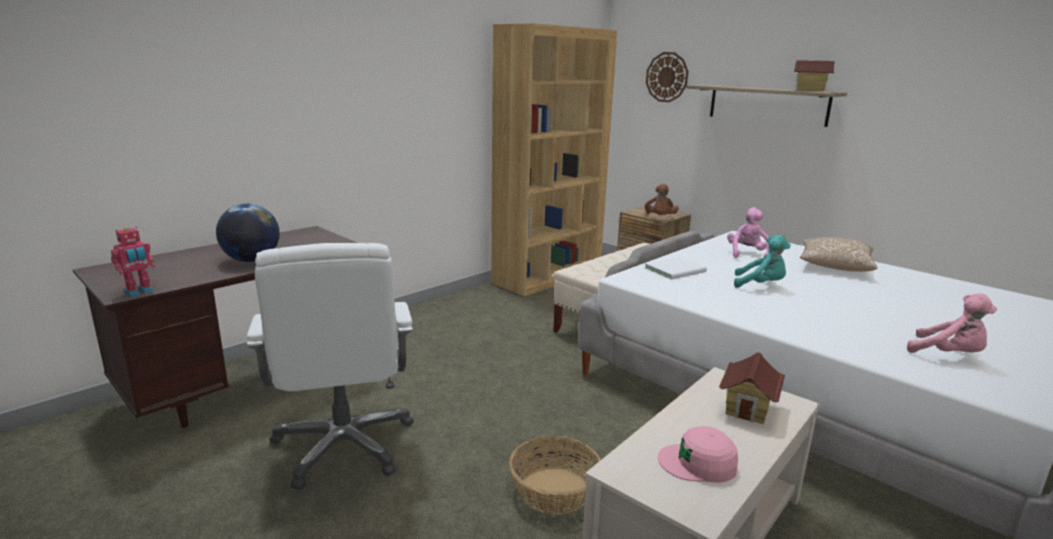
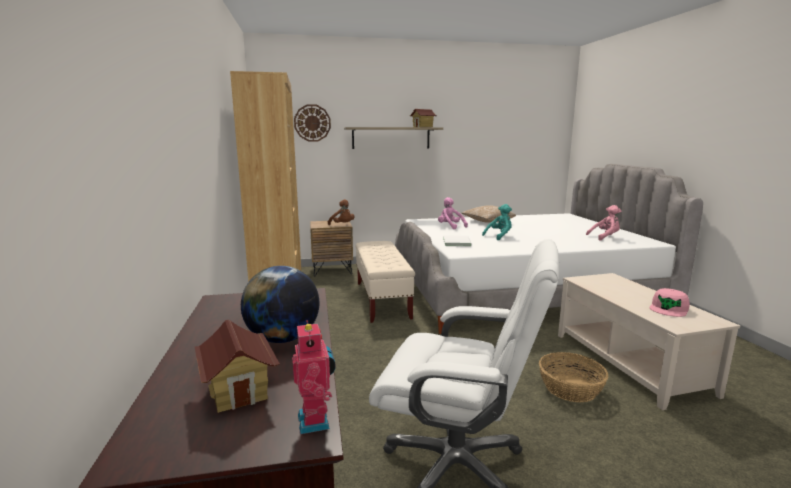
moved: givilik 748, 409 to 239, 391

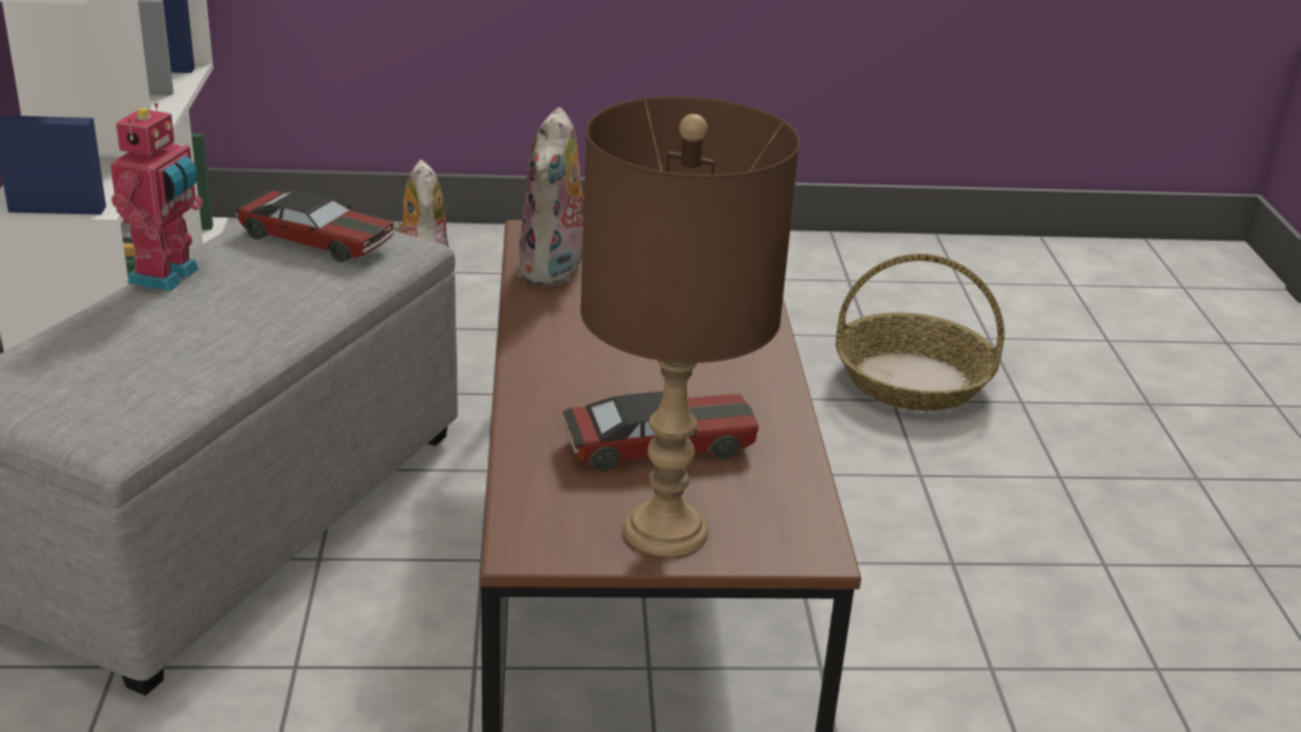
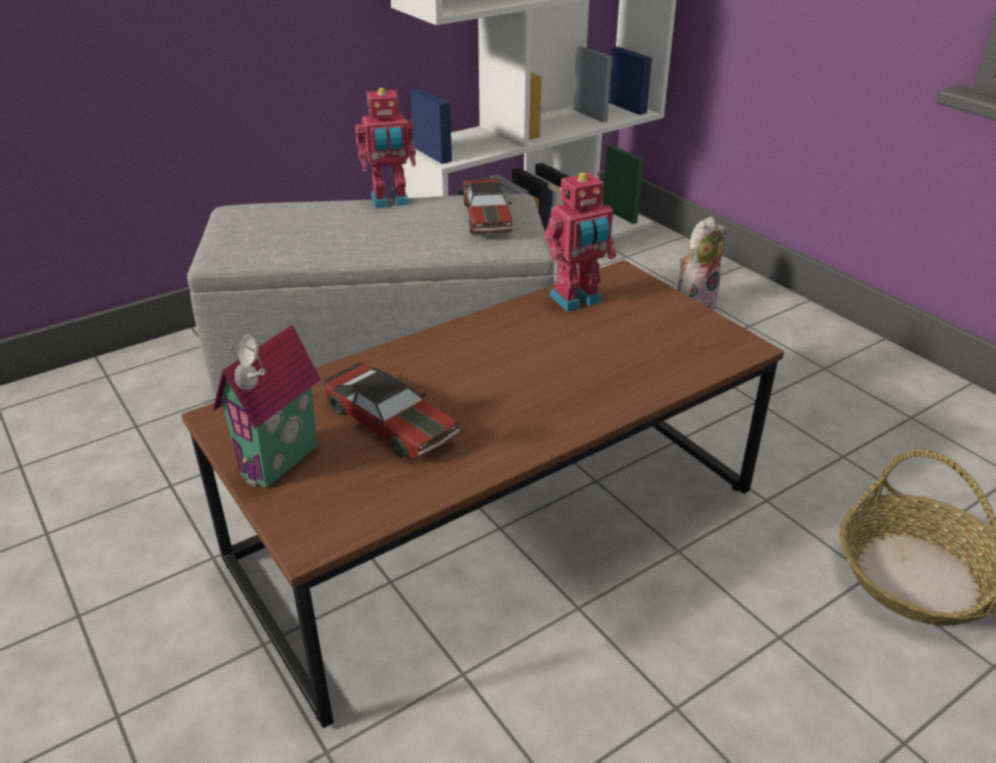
replaced: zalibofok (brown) 666, 529 to givilik 283, 463; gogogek 555, 271 to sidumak 577, 300

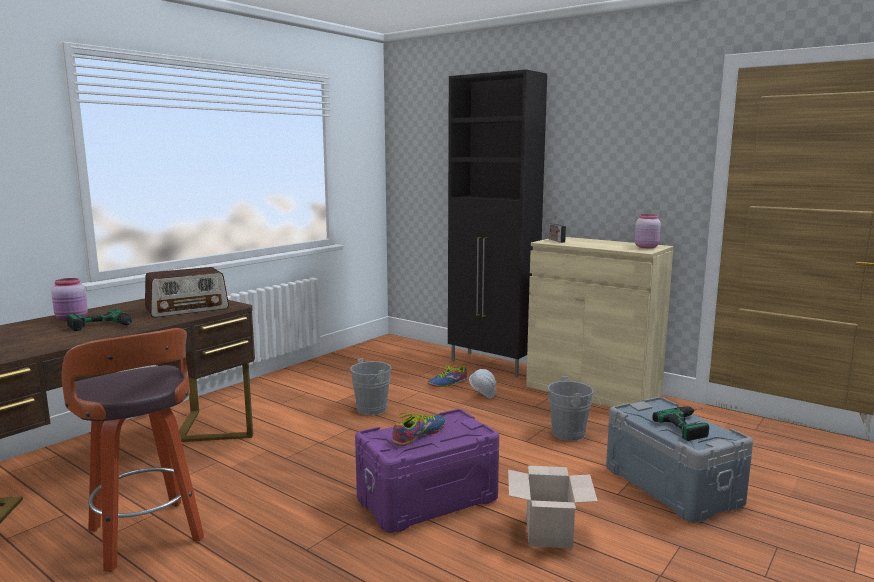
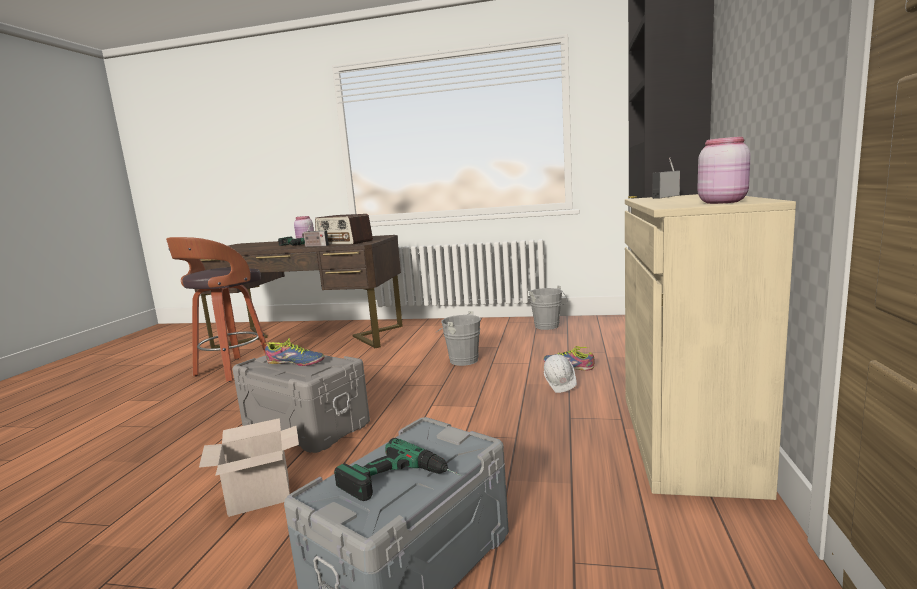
added: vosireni 315, 246
moved: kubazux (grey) 572, 434 to 548, 326
recoloured: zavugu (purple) 426, 499 to zavugu (grey) 307, 425

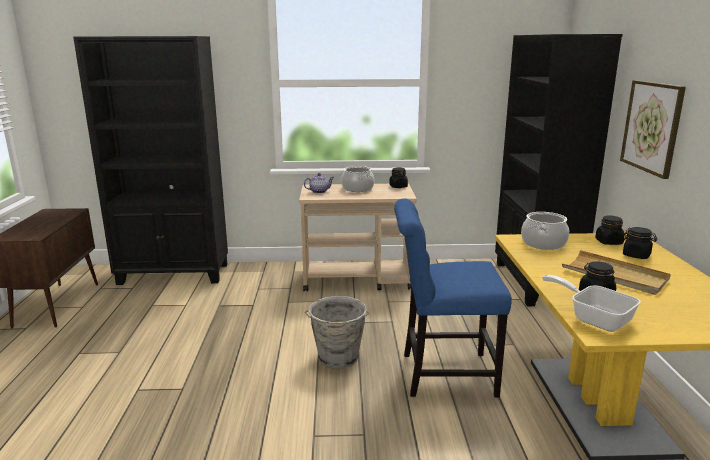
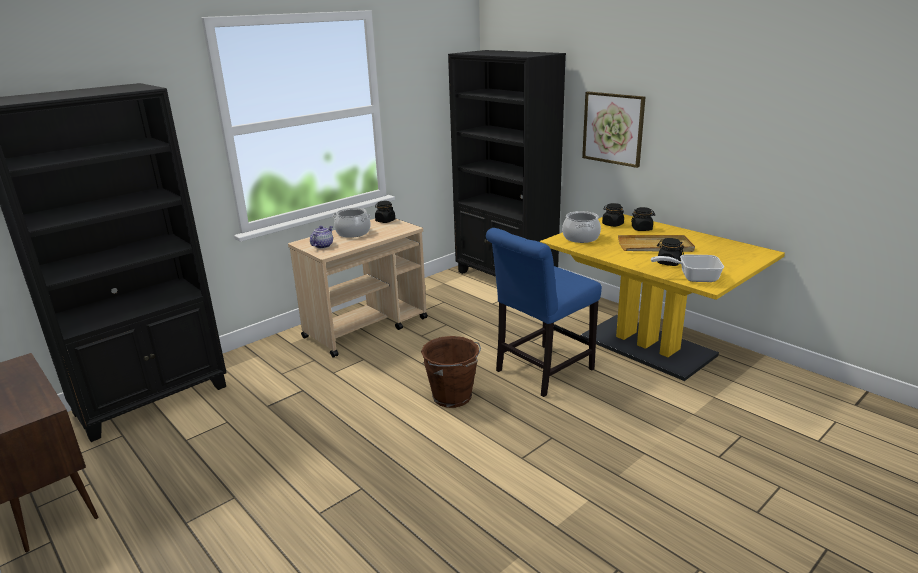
recoloured: kubazux (grey) 338, 359 to kubazux (brown) 453, 397

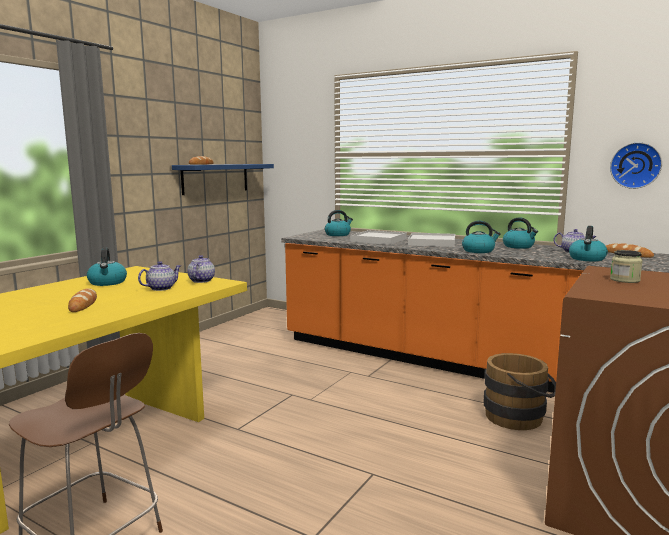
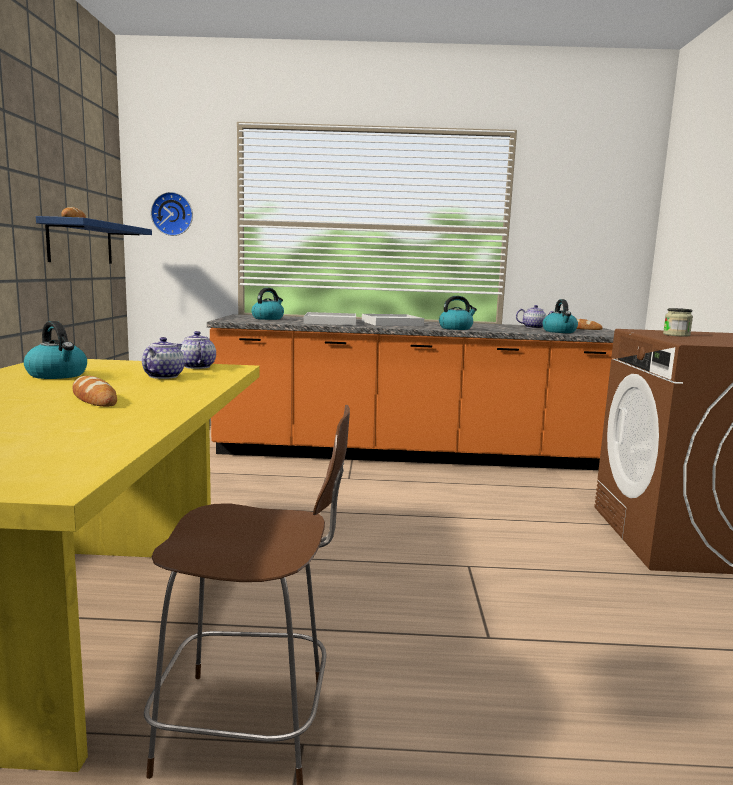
removed: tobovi 519, 246; kubazux (brown) 519, 418
moved: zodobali 635, 165 to 173, 214

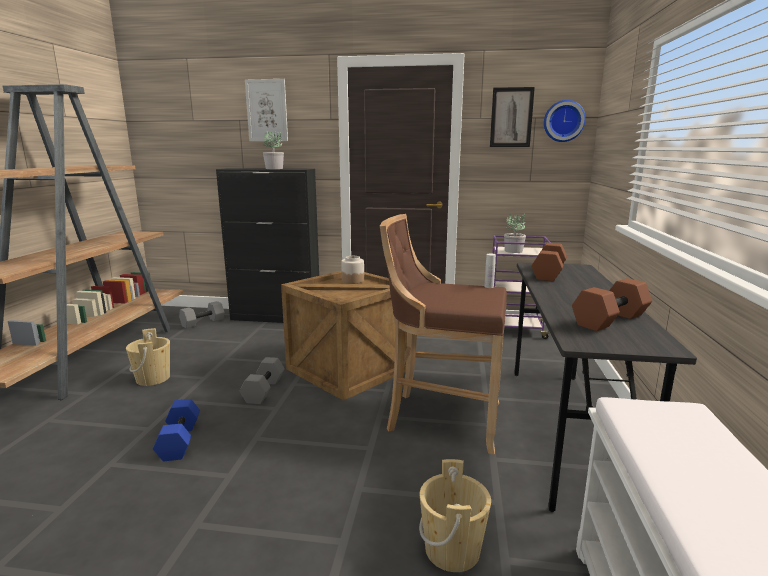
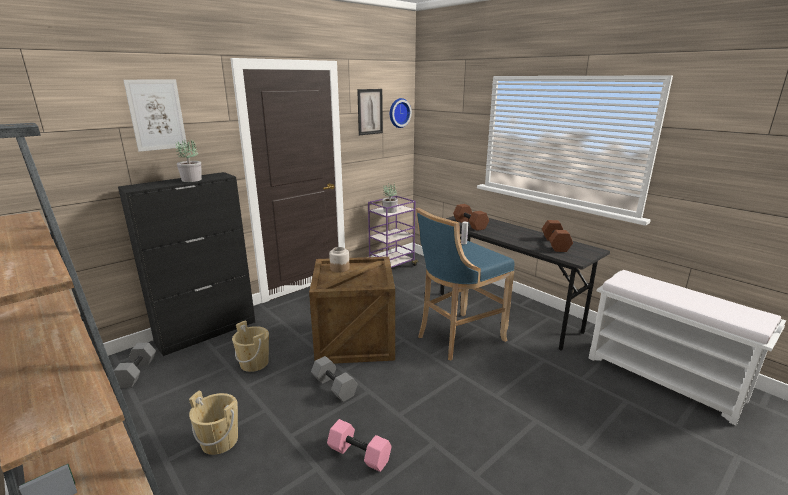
moved: kubazux (beige) 452, 549 to 254, 363
recoloured: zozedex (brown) 440, 418 to zozedex (blue) 457, 338; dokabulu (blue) 178, 440 to dokabulu (pink) 358, 455

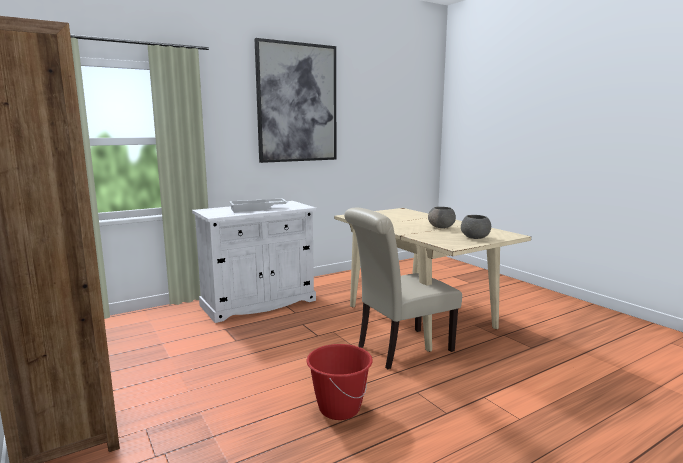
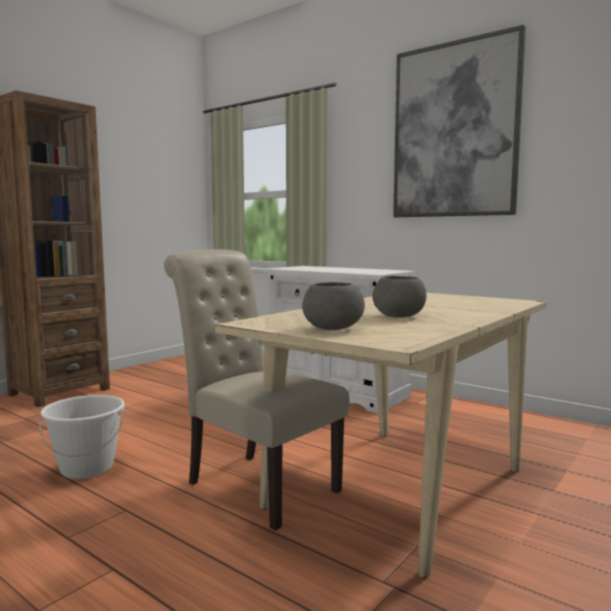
removed: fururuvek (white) 258, 209
recoloured: kubazux (red) 339, 408 to kubazux (white) 87, 468

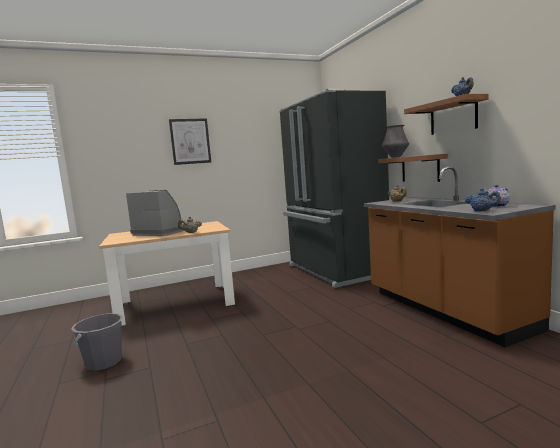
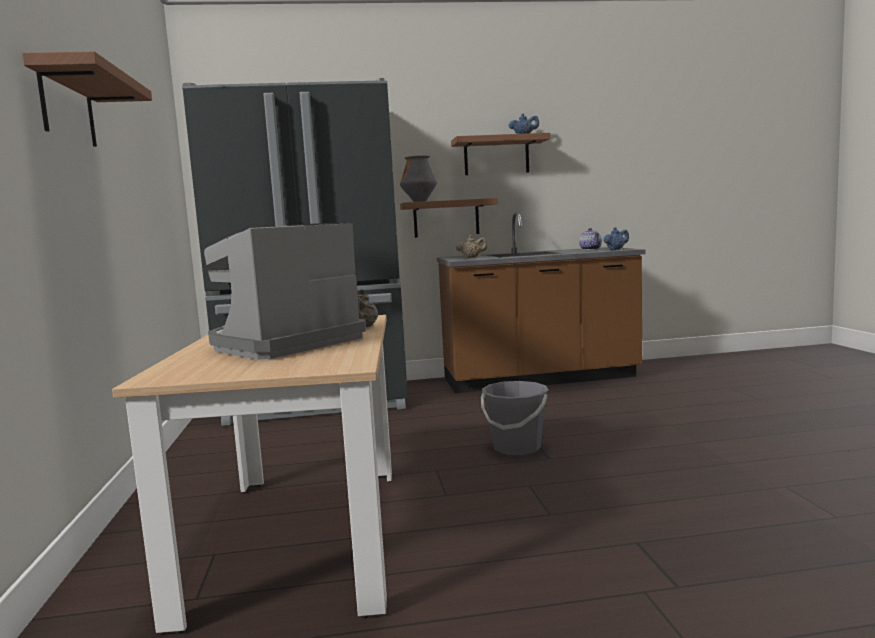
moved: kubazux (grey) 104, 362 to 516, 447
replaced: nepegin 190, 141 to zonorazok 67, 107

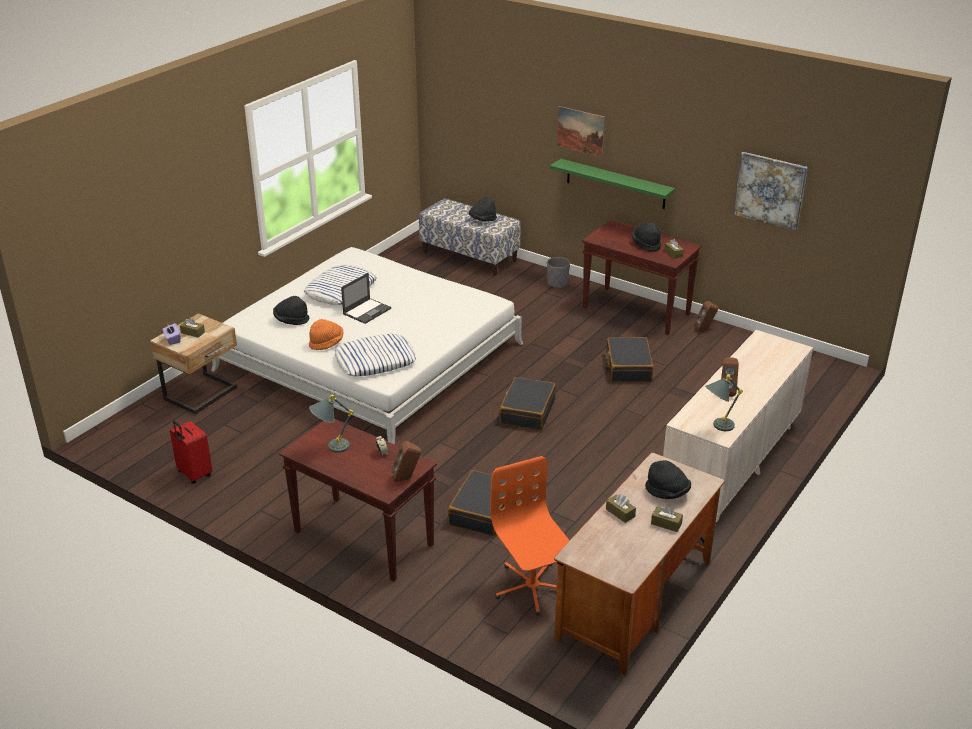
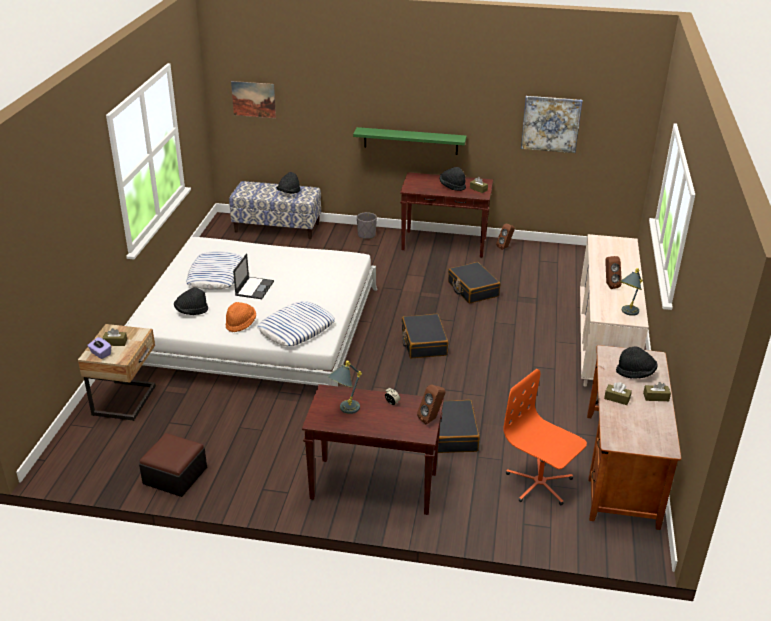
moved: nepegin 581, 131 to 253, 99
replaced: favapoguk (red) 194, 474 to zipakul 175, 476

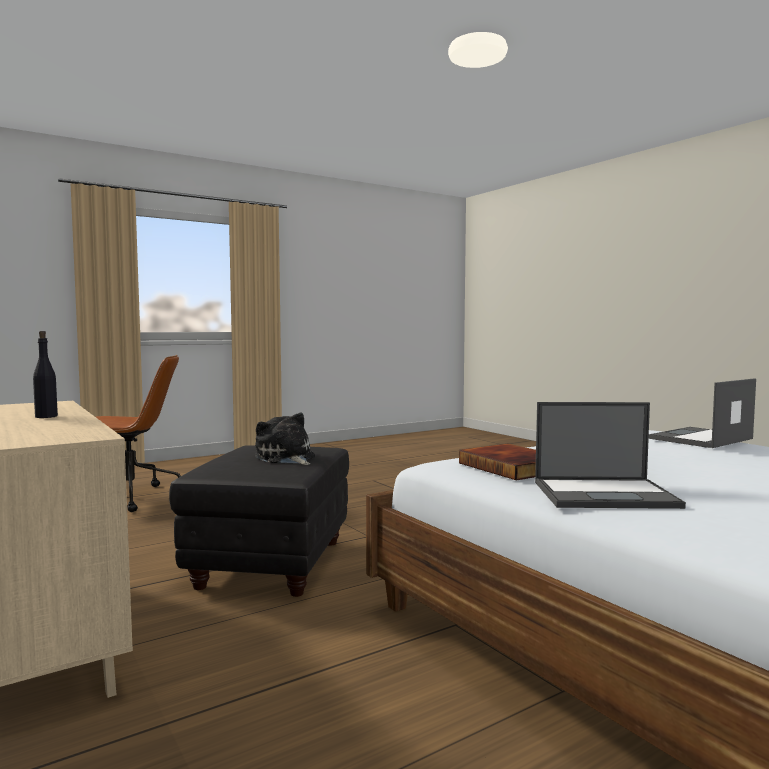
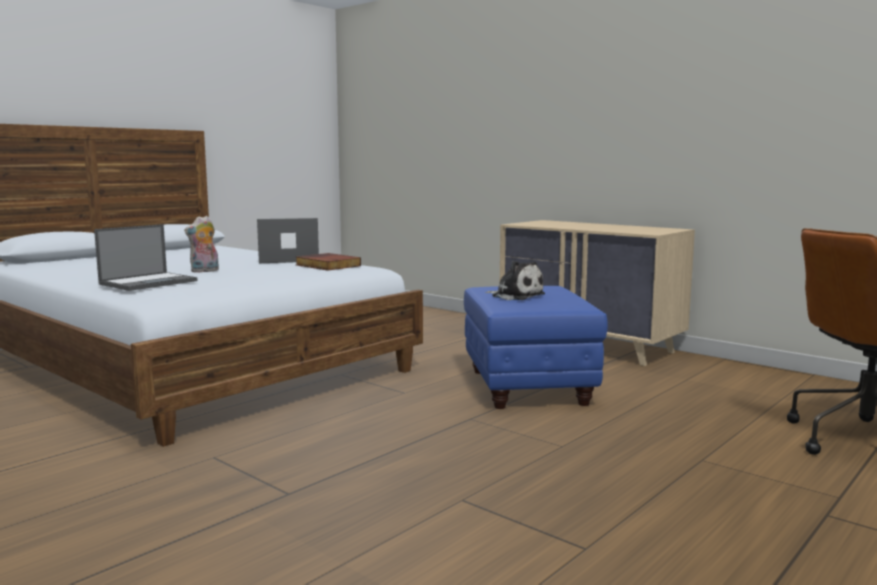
removed: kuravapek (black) 46, 416
added: gogogek 204, 271
recoloured: zipakul (black) 270, 564 to zipakul (blue) 528, 387

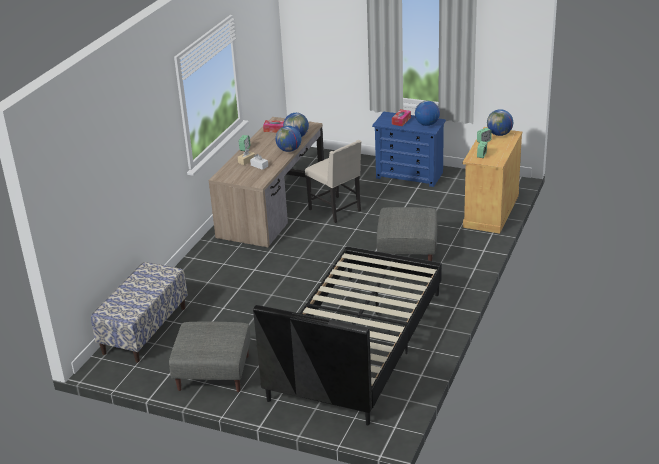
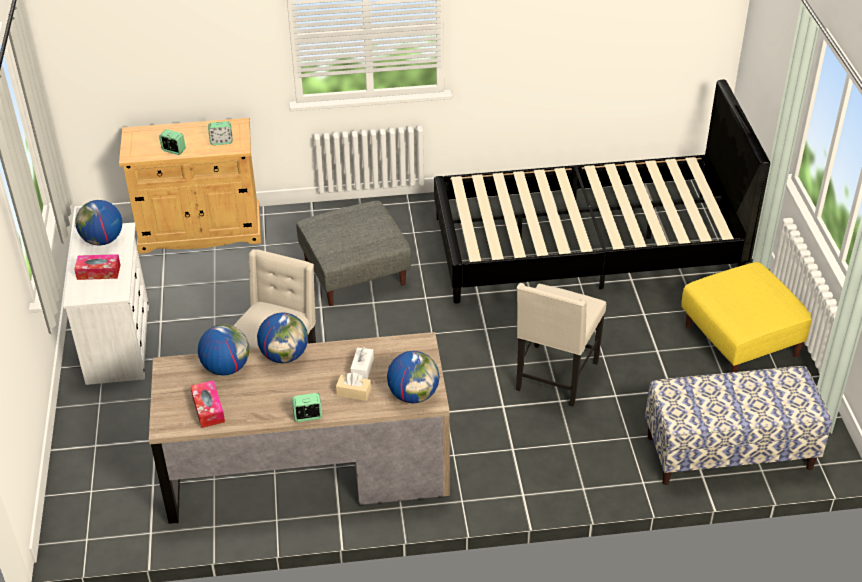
added: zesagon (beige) 555, 377
moved: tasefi 499, 134 to 413, 395
recoloured: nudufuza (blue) 409, 175 to nudufuza (white) 118, 343; zipakul (grey) 213, 373 to zipakul (yellow) 742, 341

